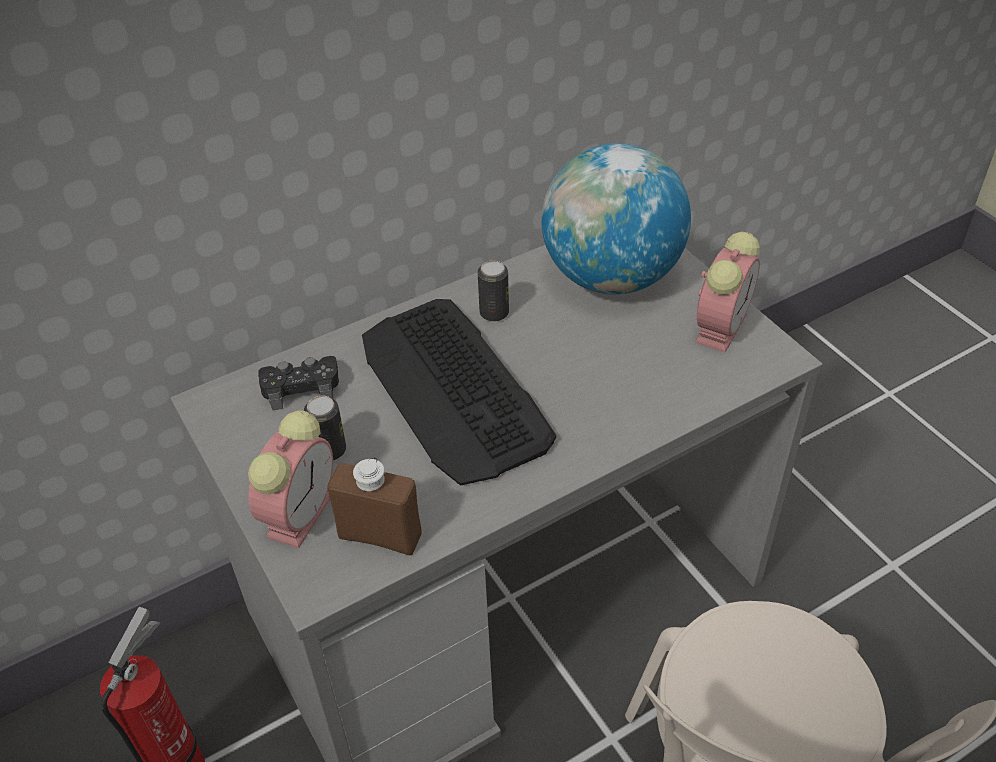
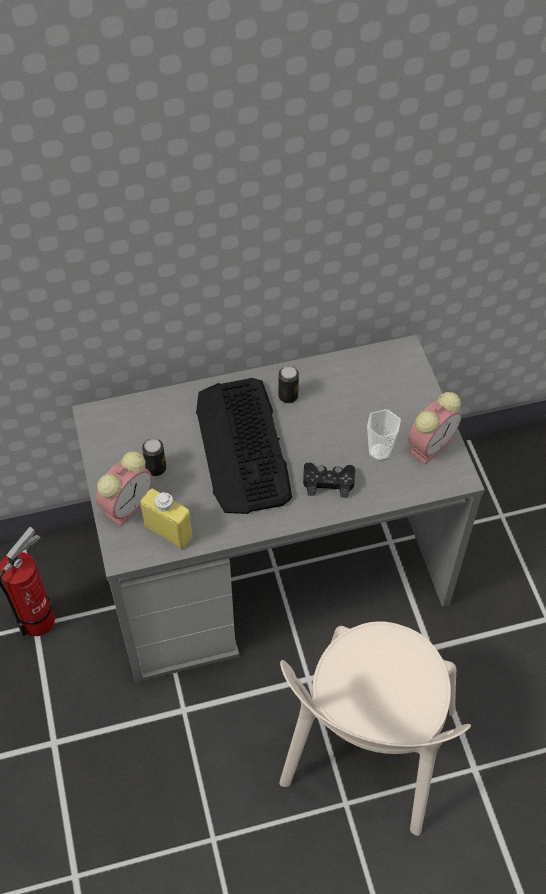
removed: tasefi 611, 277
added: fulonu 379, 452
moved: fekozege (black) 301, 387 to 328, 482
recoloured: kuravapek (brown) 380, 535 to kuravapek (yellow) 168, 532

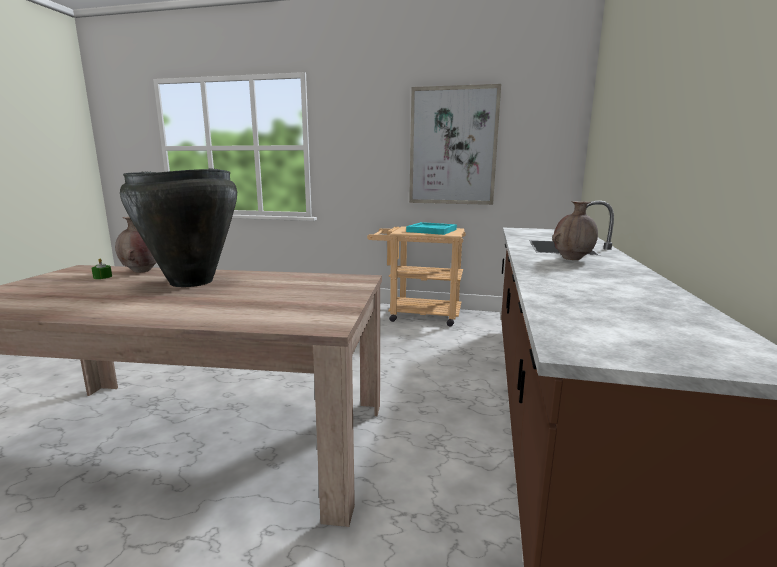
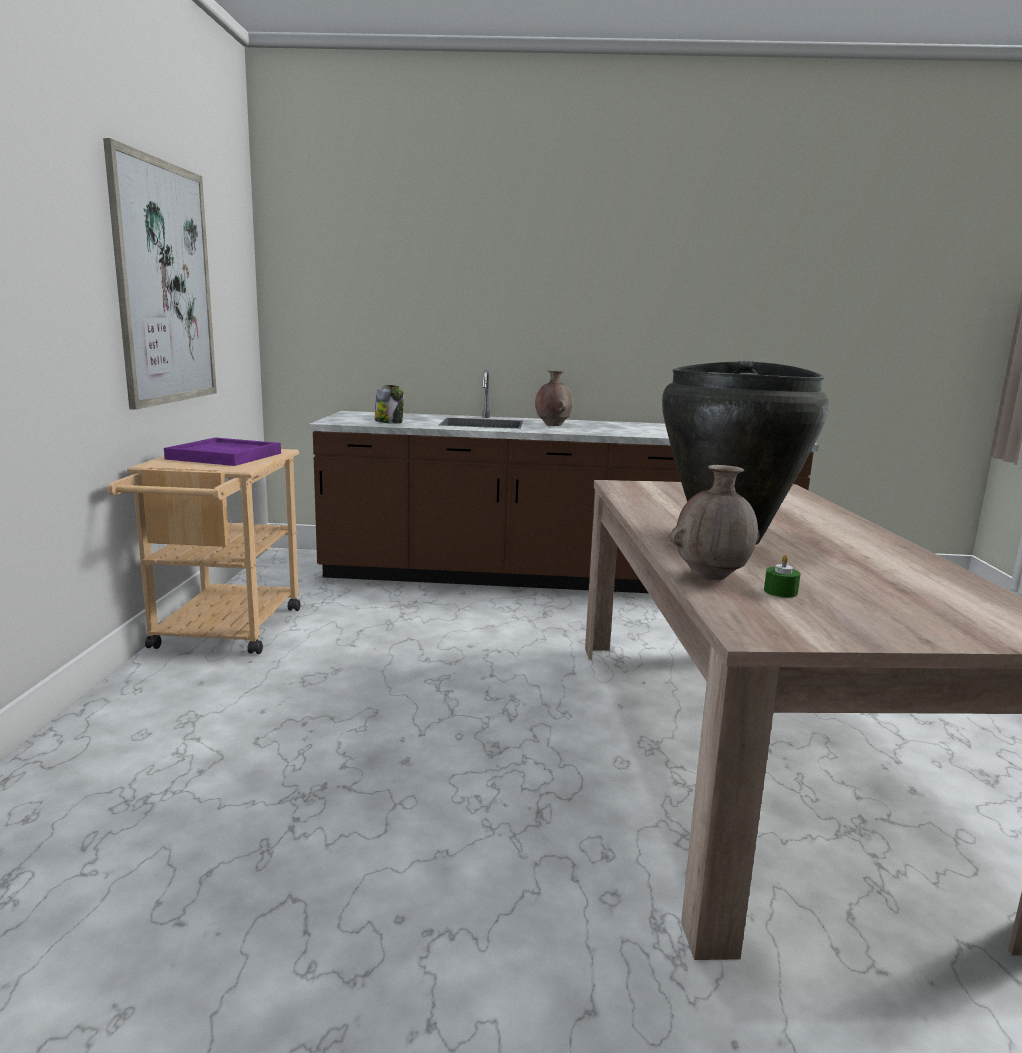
added: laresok 389, 422
recoloured: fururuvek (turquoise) 432, 231 to fururuvek (purple) 226, 456

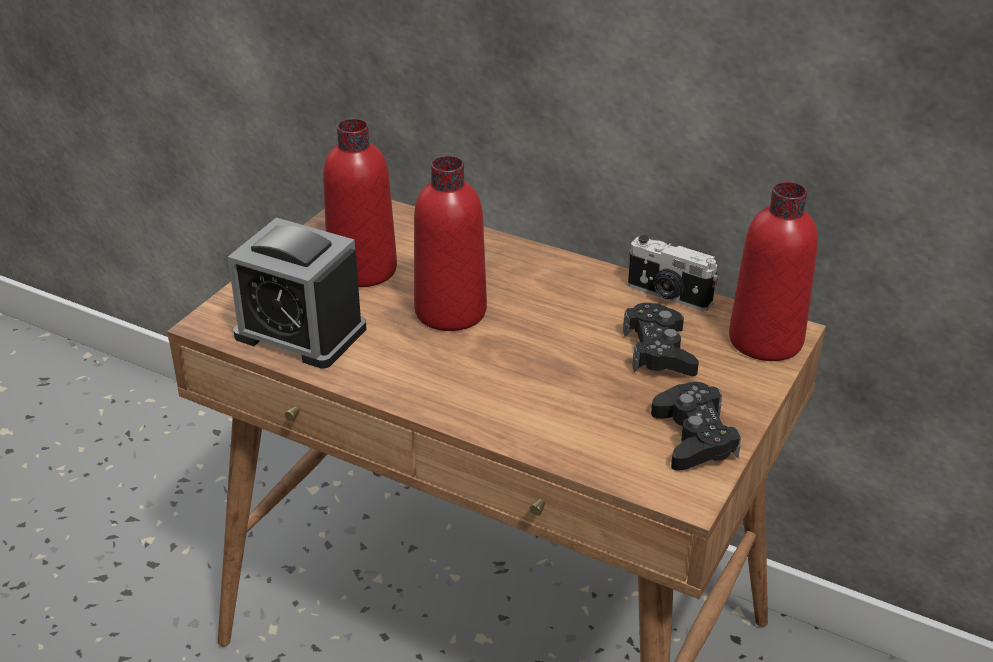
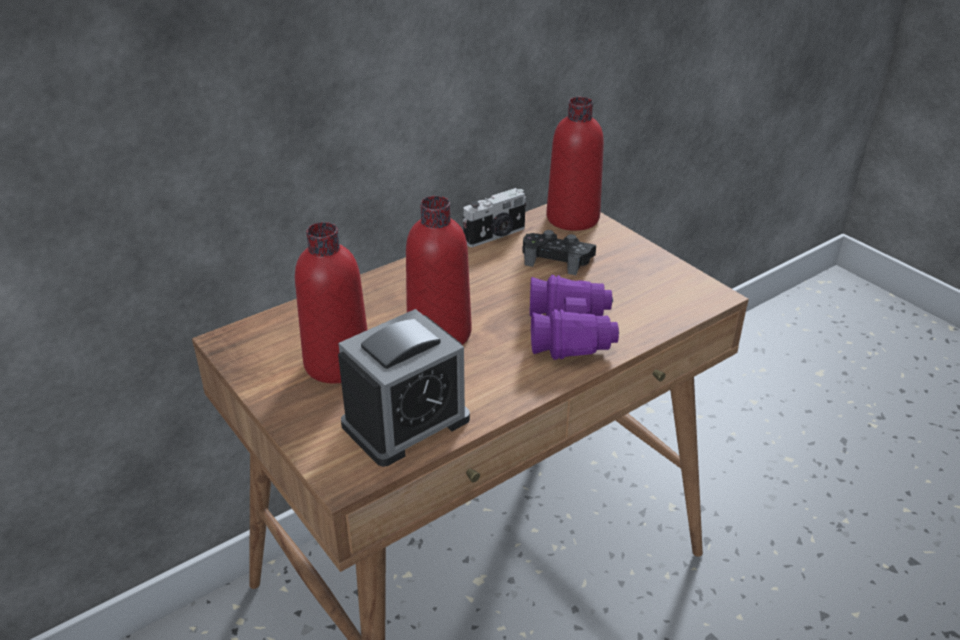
removed: fekozege (black) 694, 437
added: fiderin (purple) 571, 332

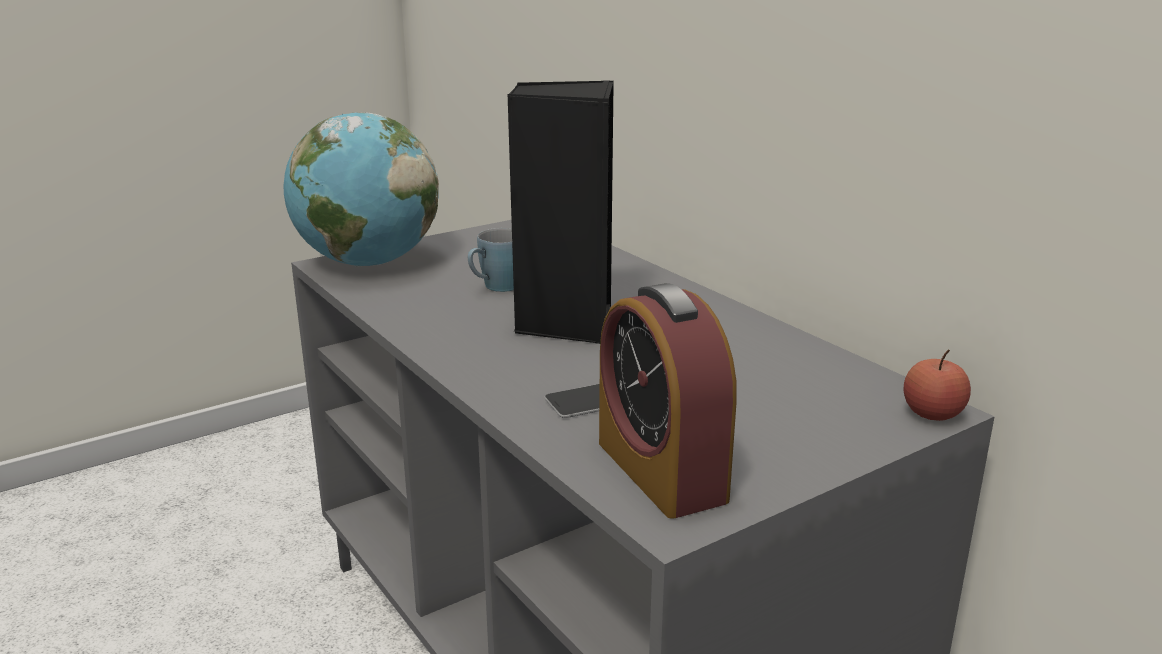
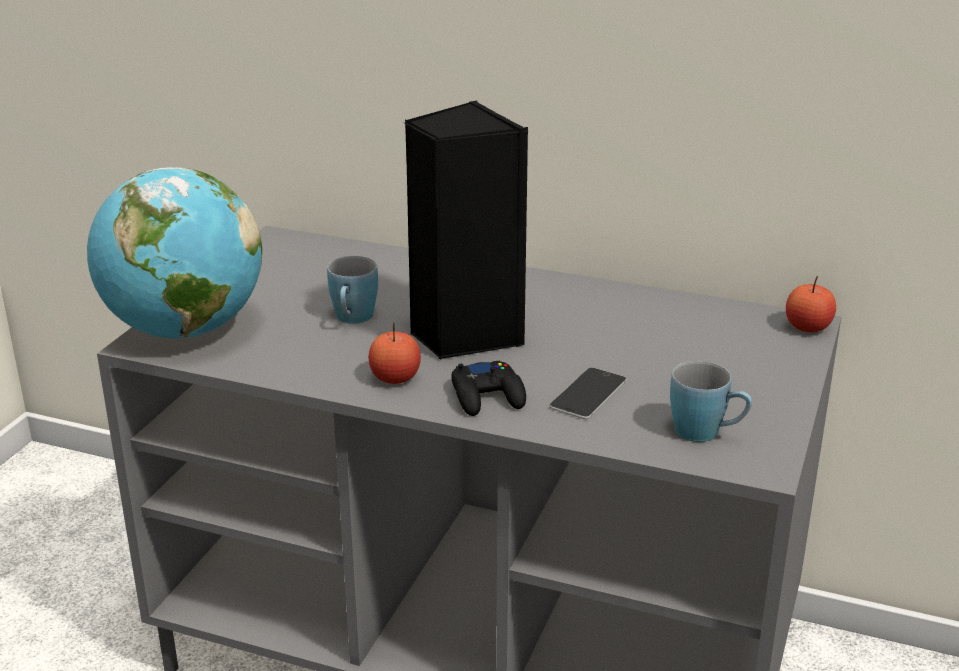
added: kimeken 395, 378; fekozege (black) 488, 396
replaced: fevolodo 660, 470 to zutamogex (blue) 707, 433

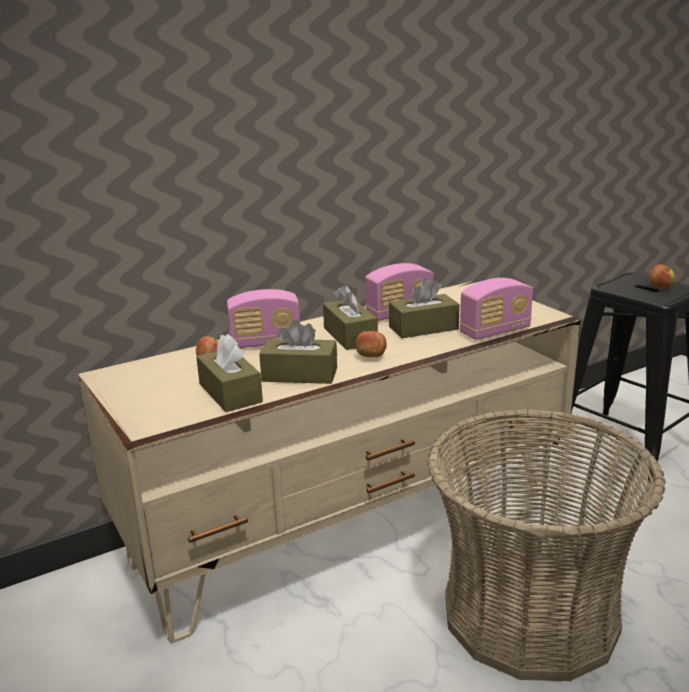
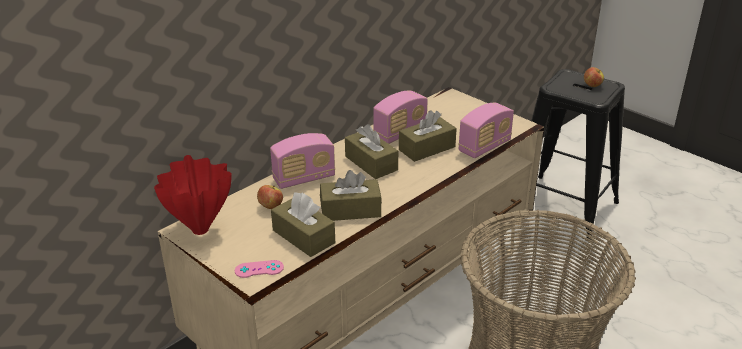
removed: kimeken 371, 357
added: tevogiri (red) 200, 231; fekozege (pink) 259, 269

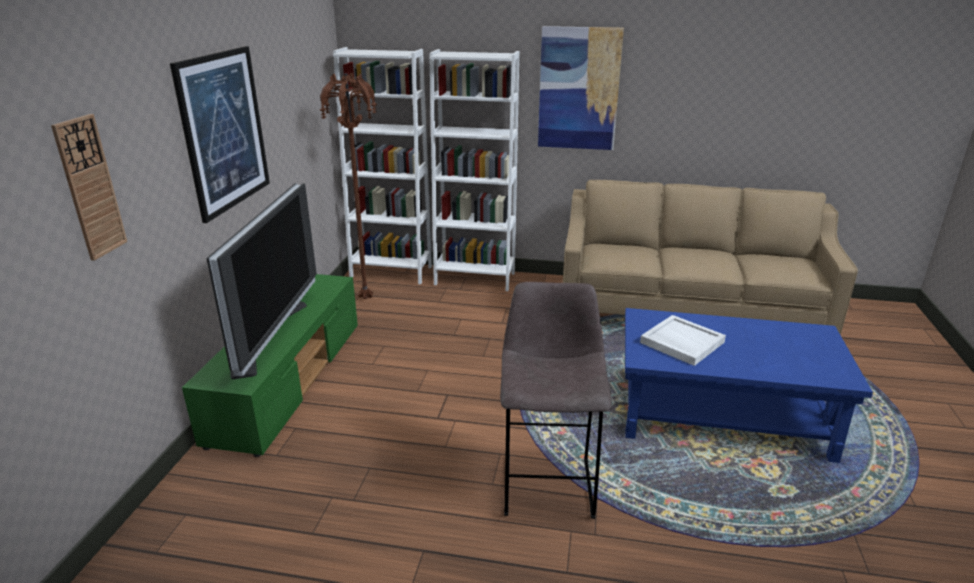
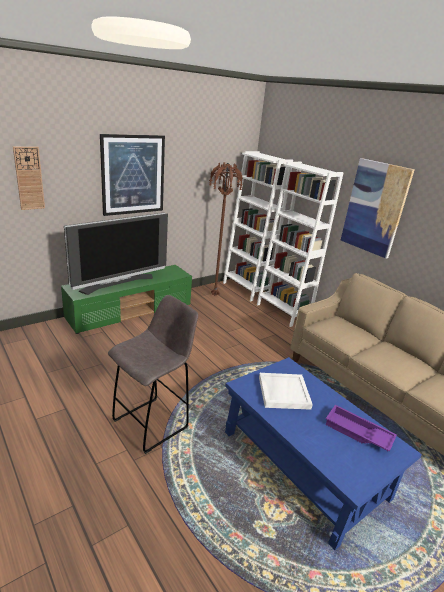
added: fururuvek (purple) 357, 433

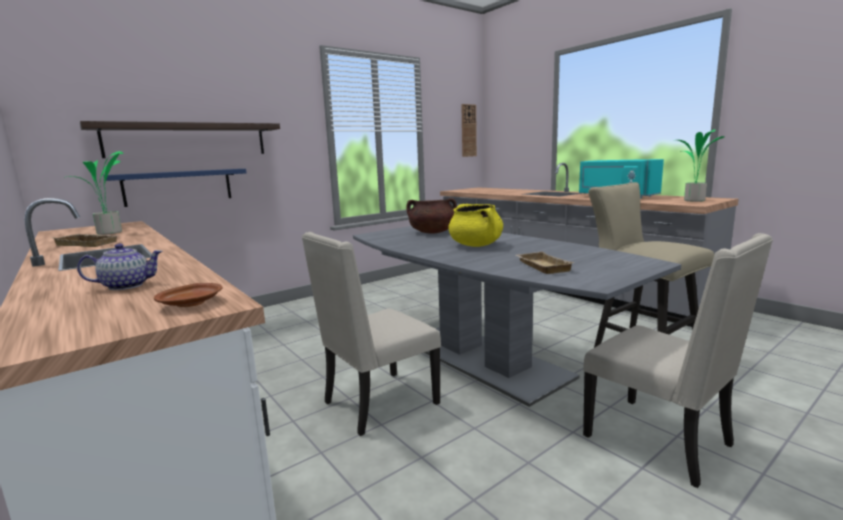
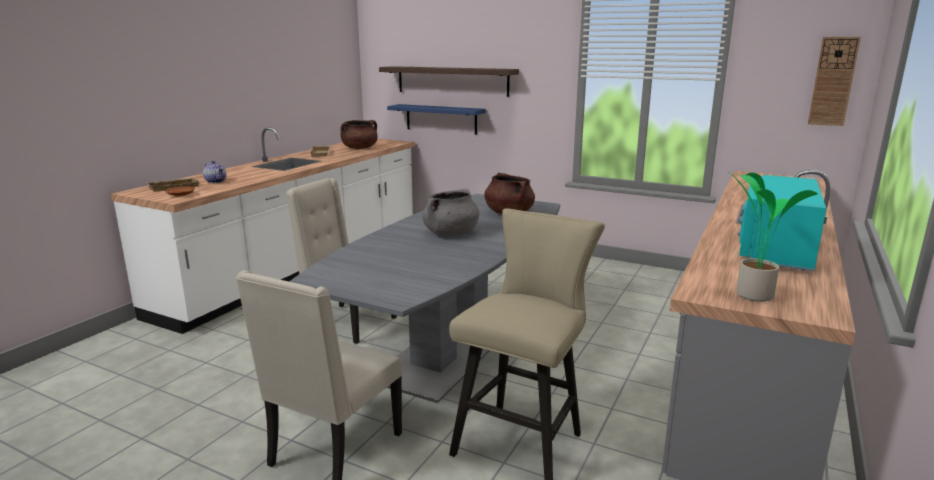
moved: fururuvek (beige) 541, 266 to 174, 187
replaced: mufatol 110, 233 to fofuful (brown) 359, 148
recoloured: fofuful (yellow) 476, 245 to fofuful (grey) 451, 233

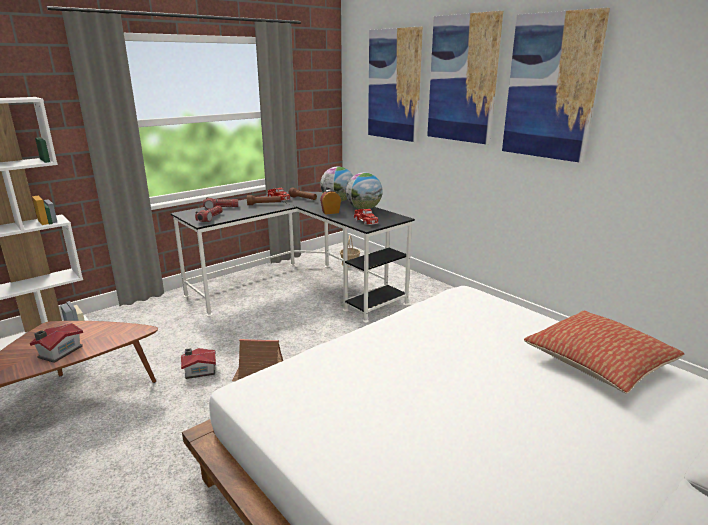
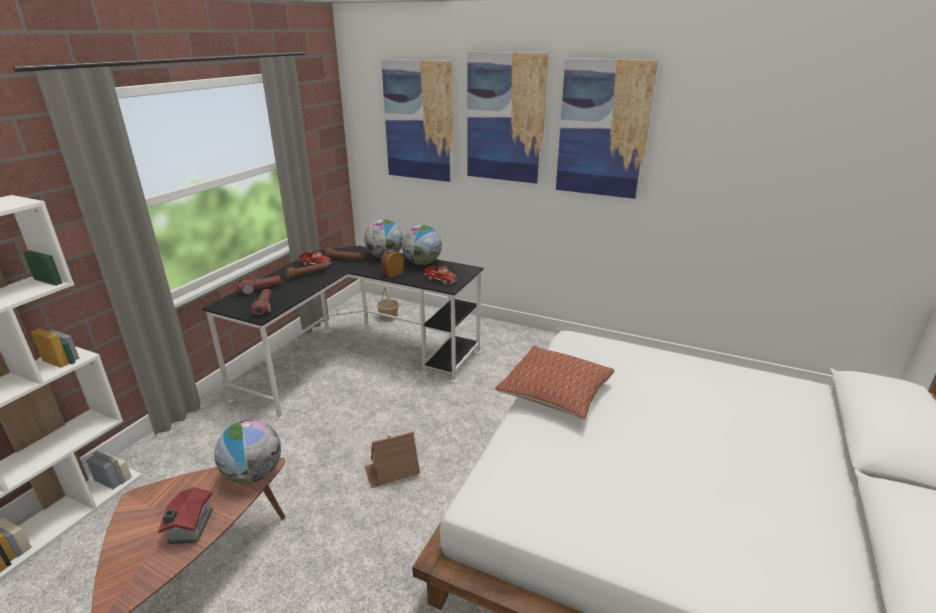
removed: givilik 199, 371
added: tasefi 253, 474
moved: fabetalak 598, 363 to 555, 393

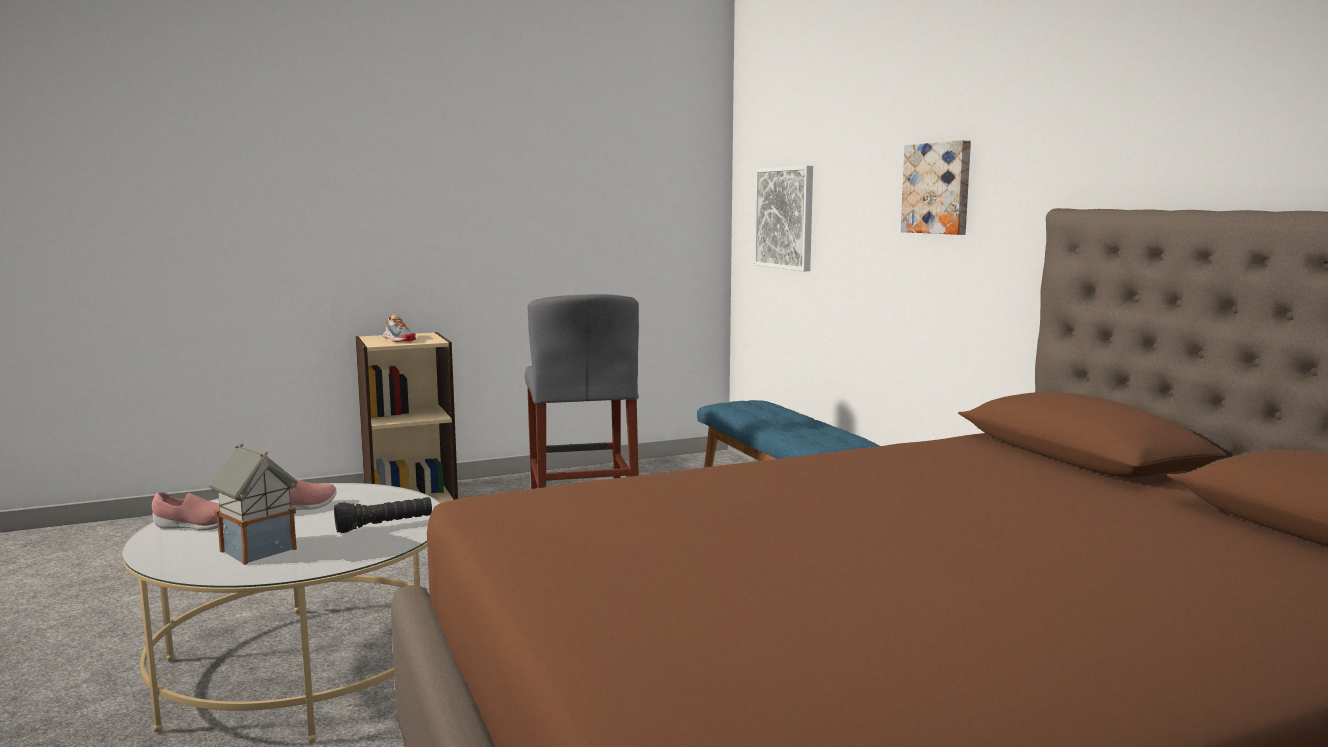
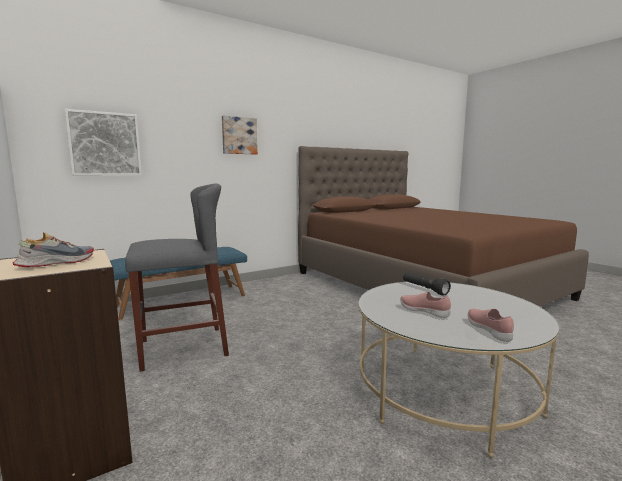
removed: givilik 259, 550

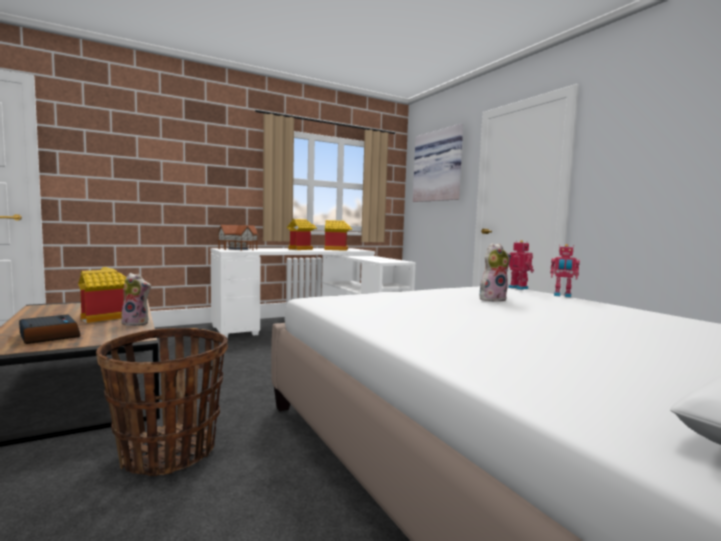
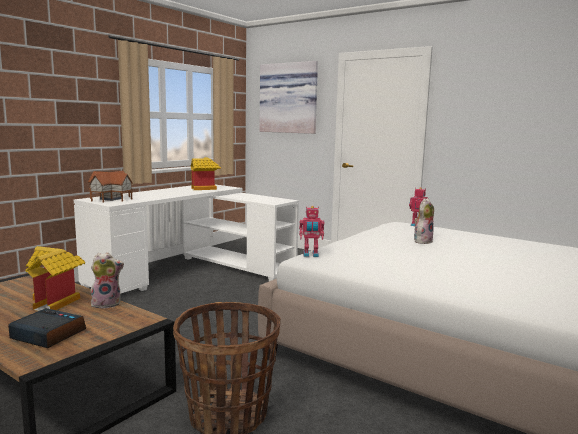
removed: givilik 300, 249
moved: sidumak 562, 295 to 310, 255

